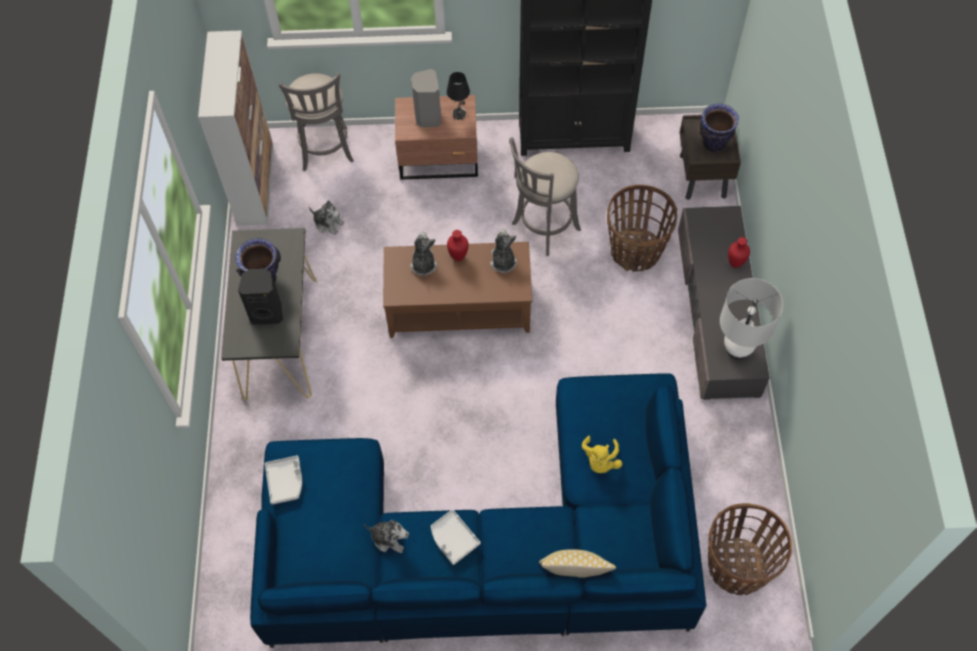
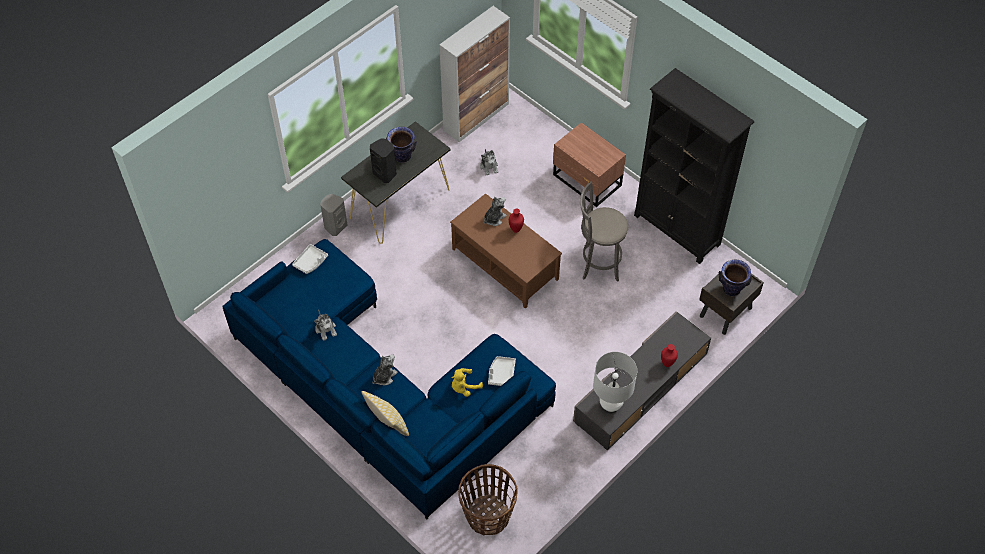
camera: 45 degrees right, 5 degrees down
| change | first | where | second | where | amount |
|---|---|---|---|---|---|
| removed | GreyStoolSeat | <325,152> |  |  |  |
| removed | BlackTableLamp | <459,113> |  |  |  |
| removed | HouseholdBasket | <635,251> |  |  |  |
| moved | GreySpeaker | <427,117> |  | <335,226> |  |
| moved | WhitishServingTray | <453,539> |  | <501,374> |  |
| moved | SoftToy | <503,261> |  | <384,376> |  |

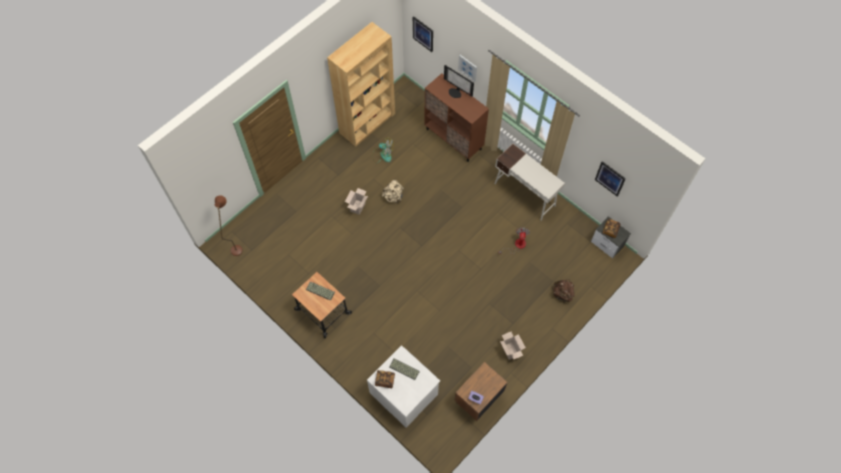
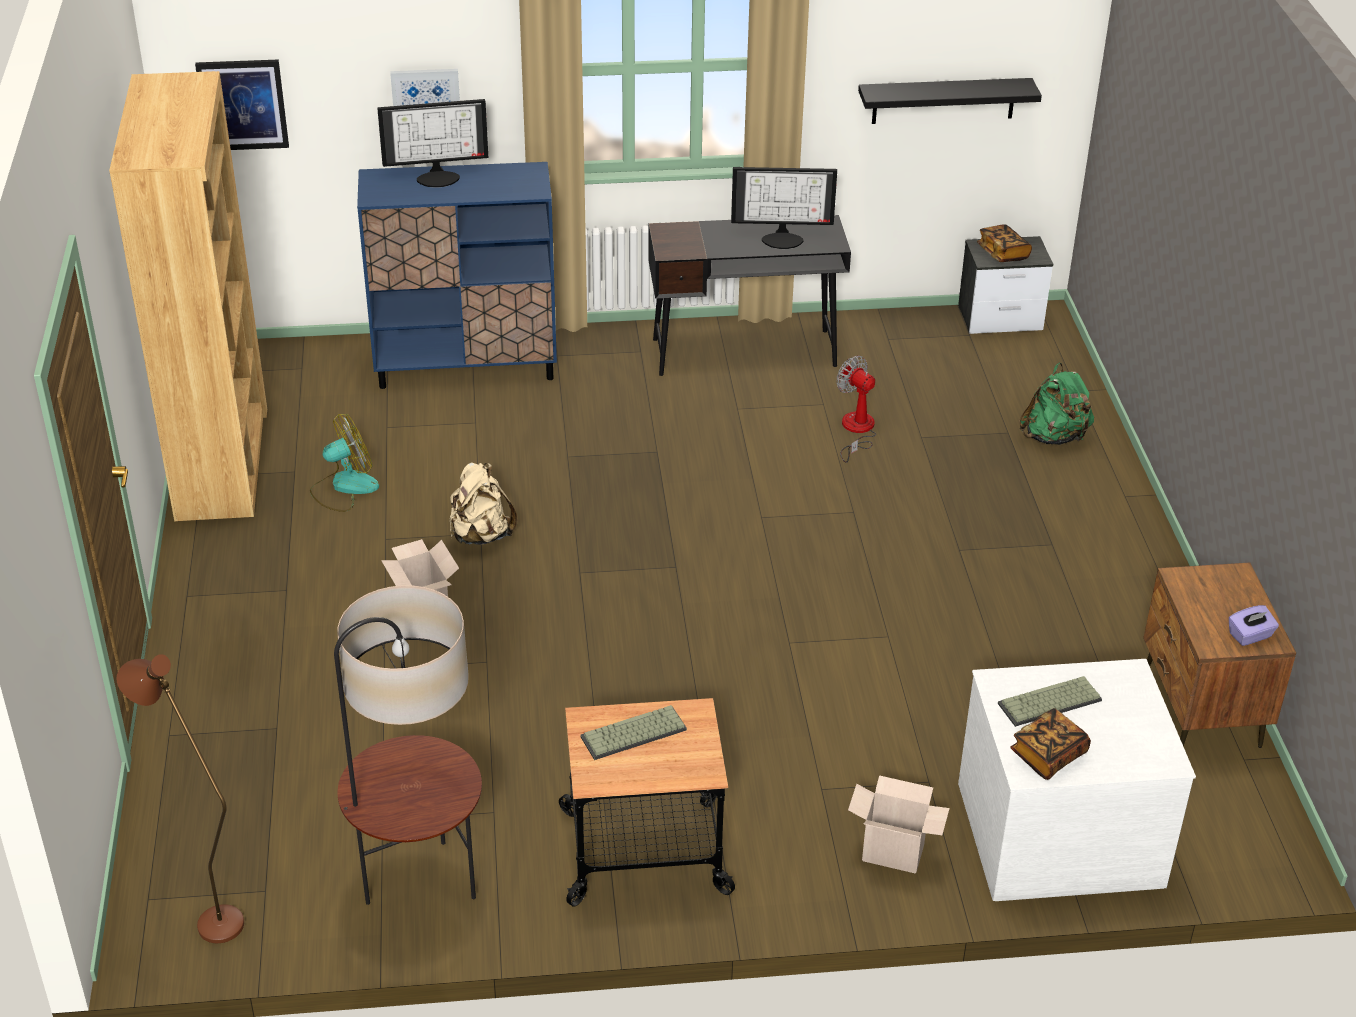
camera: 50 degrees left, 25 degrees down
| change | first | where | second | where | amount |
|---|---|---|---|---|---|
| added |  |  | StandardLamp | <419,884> |  |
| added |  |  | ComputerScreen | <783,238> |  |
| moved | Carton | <511,351> |  | <895,852> |  |
| replaced | WallPicture | <610,178> | BlackBracketShelf | <943,100> |  |
| recoloured | BrownStorageCabinet | <454,139> | BlueColouredStorageCabinet | <467,366> |  |
| recoloured | WhitishDeskUnit | <525,194> | BlackDeskUnit | <745,352> |  |
| recoloured | BrownKnapsack | <562,294> | GreenKnapsack | <1054,437> |  |

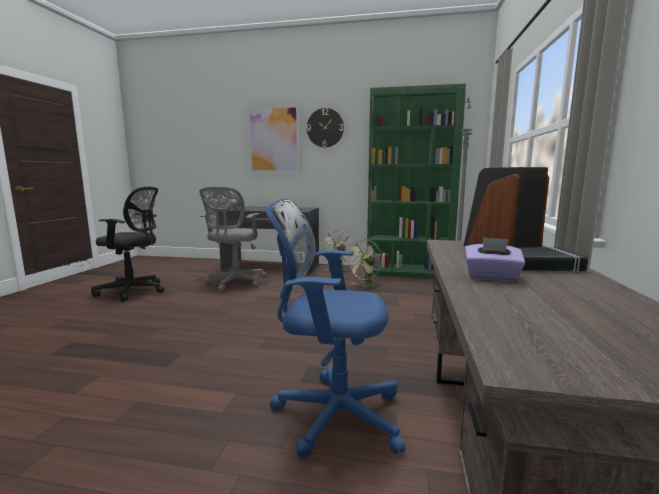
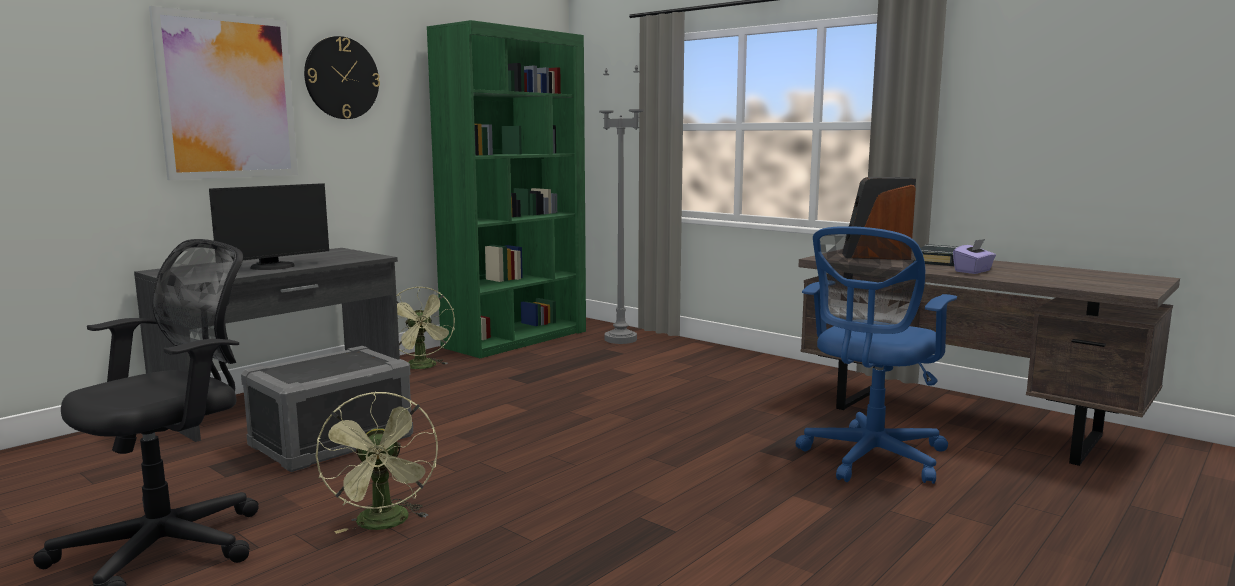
camera: 60 degrees left, 0 degrees up
| change | first | where | second | where | amount |
|---|---|---|---|---|---|
| added |  |  | ComputerScreen | <274,267> |  |
| moved | GreenCoolingFan | <365,286> |  | <385,524> |  |
| replaced | GreyDeskChair | <235,283> | GreyStorageContainer | <332,442> |  |

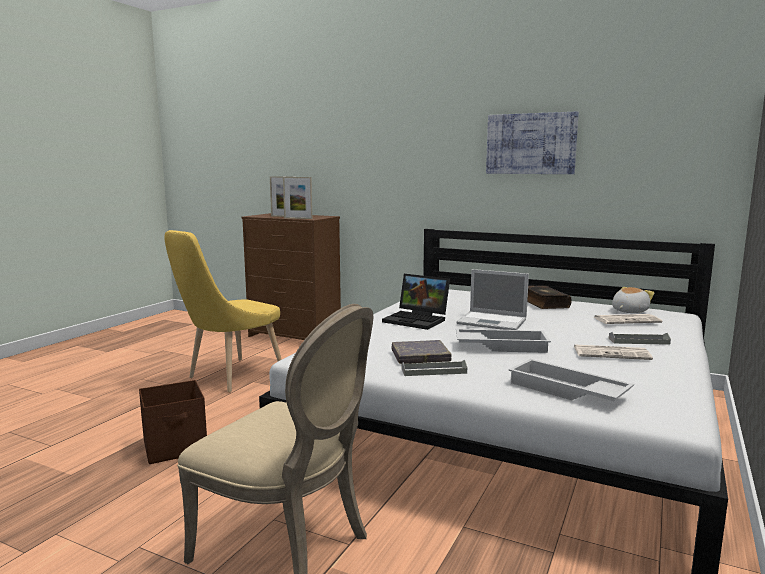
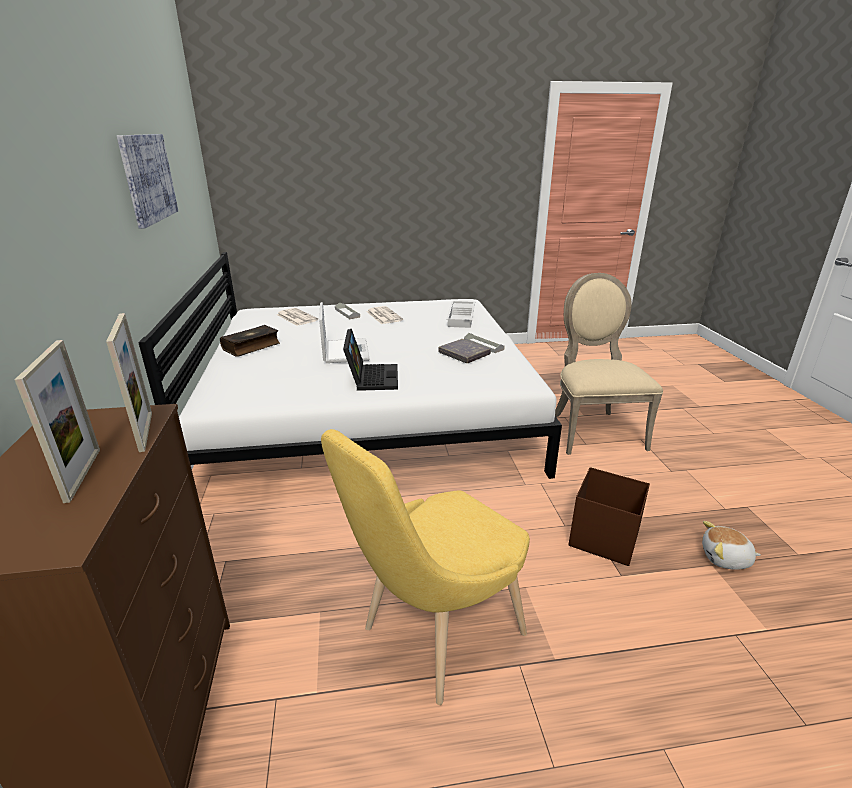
camera: 125 degrees left, 15 degrees up
| change | first | where | second | where | amount |
|---|---|---|---|---|---|
| removed | WhitishServingTray | <501,346> |  |  |  |
| moved | SoftToy | <628,311> |  | <725,559> |  |
| turned | YellowishChair | <230,377> |  | <434,636> | 135 degrees clockwise |

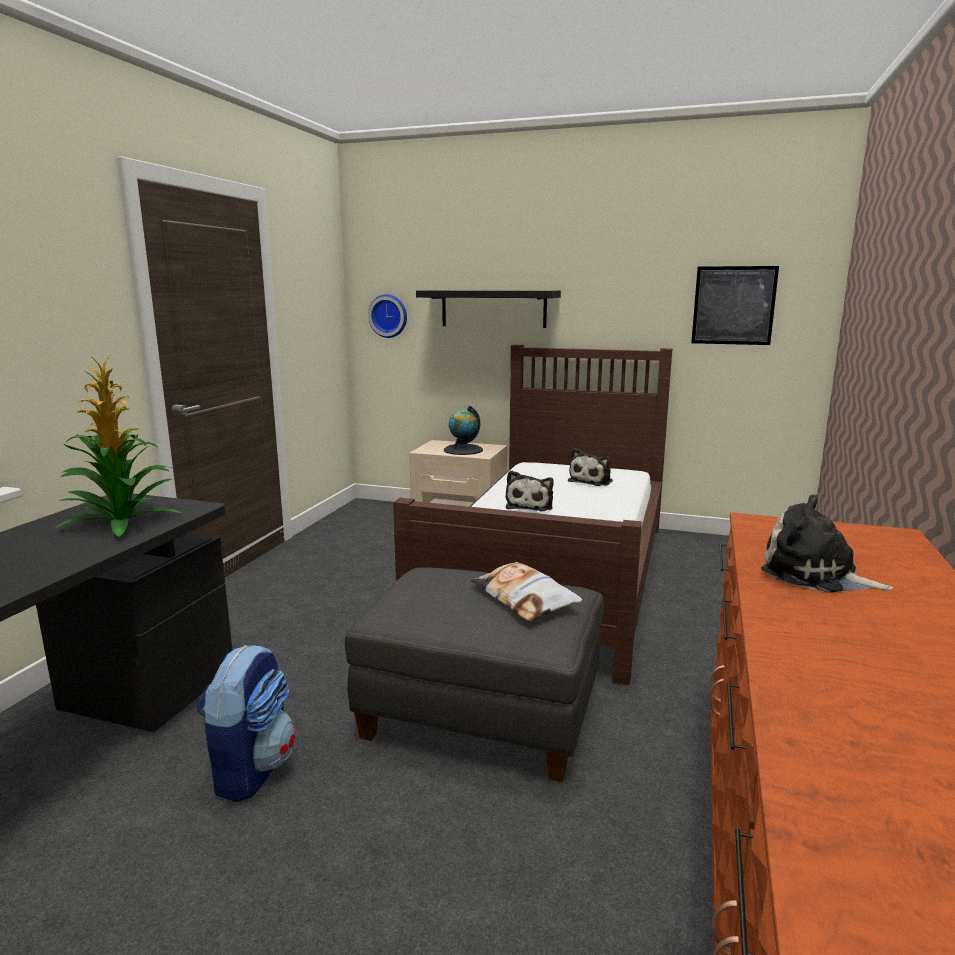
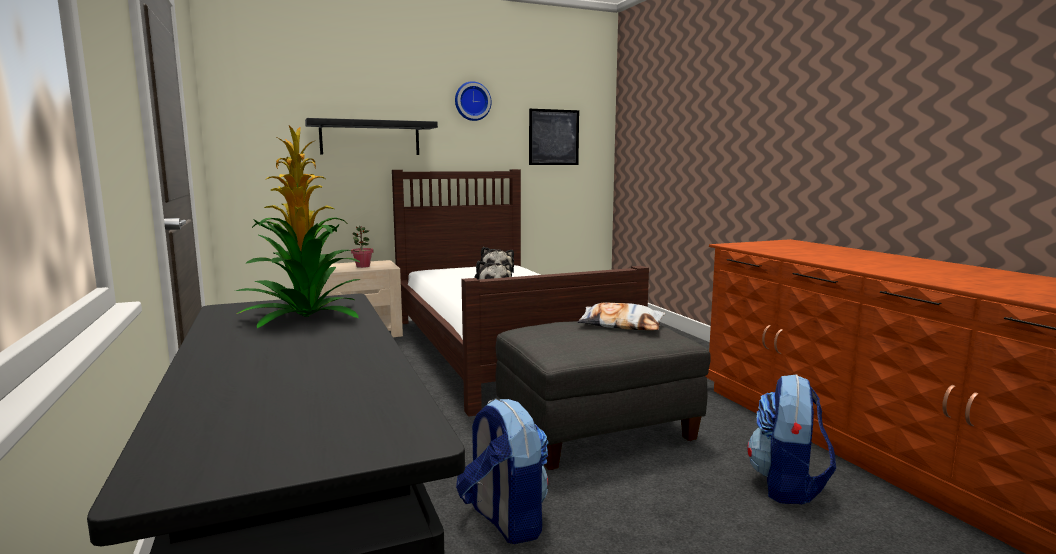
camera: 40 degrees left, 5 degrees down
| change | first | where | second | where | amount |
|---|---|---|---|---|---|
| removed | SoftToy | <815,575> |  |  |  |
| added |  |  | Knapsack | <787,486> |  |
| moved | HangingClock | <389,316> |  | <472,101> |  |
| replaced | Globe | <463,450> | PottedPlant | <363,266> |  |

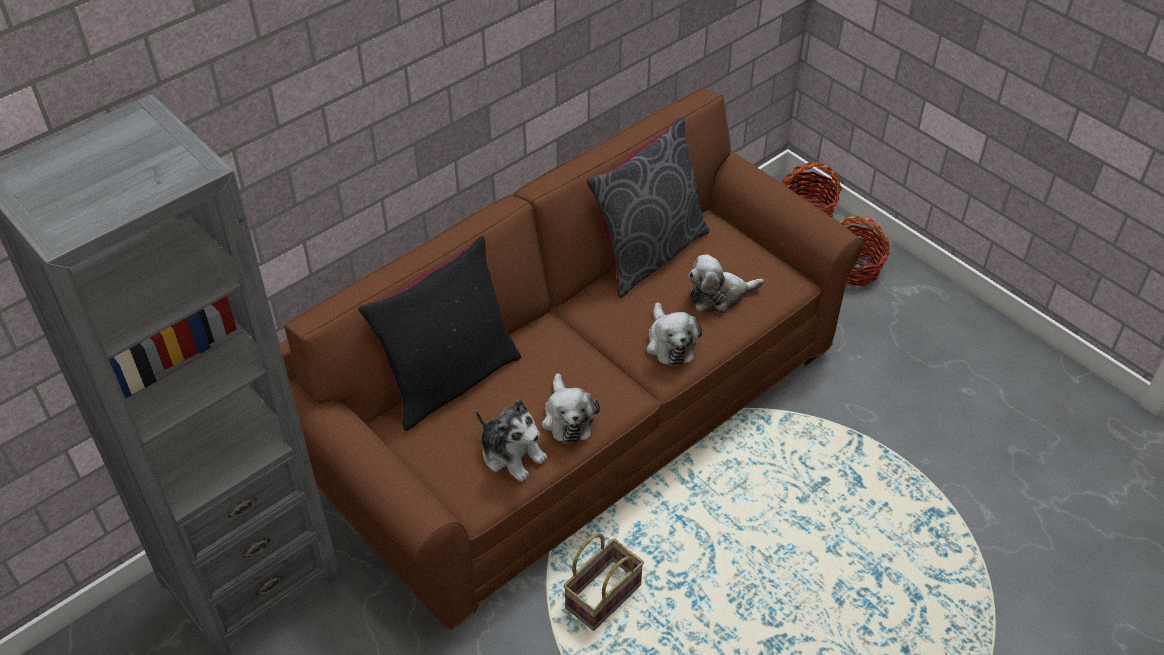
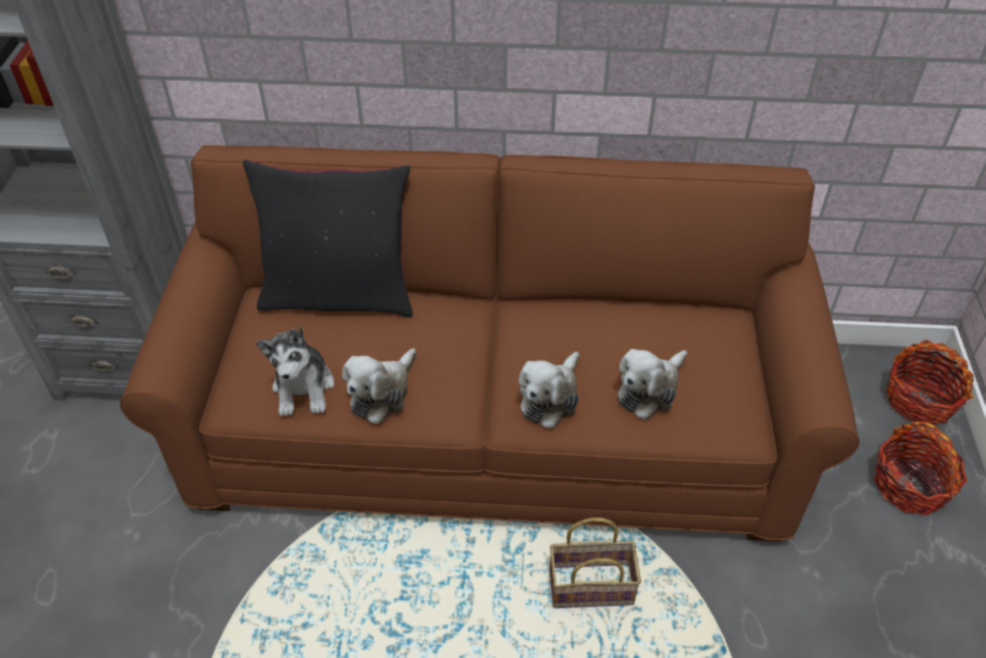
camera: 45 degrees right, 0 degrees up
| change | first | where | second | where | amount |
|---|---|---|---|---|---|
| removed | GreyCushion | <648,253> |  |  |  |
| moved | HouseholdBasket | <603,594> |  | <593,585> |  |
| turned | SoftToy | <719,296> |  | <650,390> | 75 degrees counterclockwise |

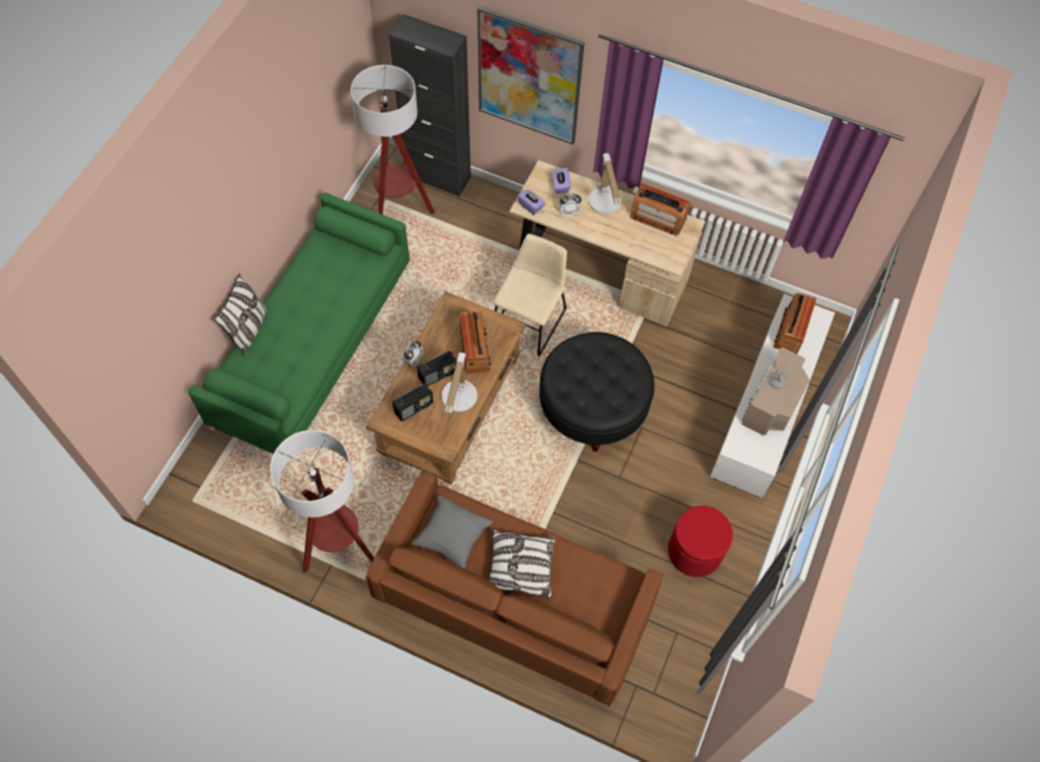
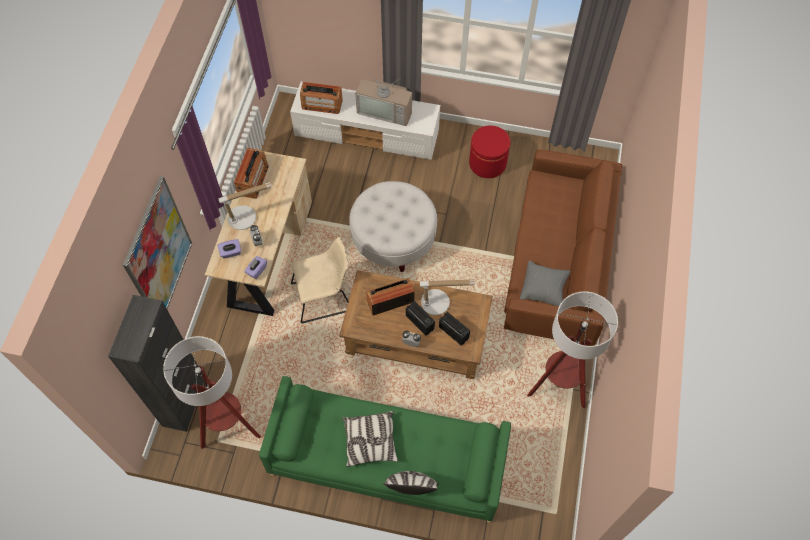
camera: 100 degrees left, 0 degrees up
| change | first | where | second | where | amount |
|---|---|---|---|---|---|
| moved | Cushion | <520,567> |  | <370,442> |  |
| recoloured | BlackFootrest | <593,407> | WhitishFootrest | <393,239> |  |
| turned | SandColouredChair | <529,319> |  | <324,296> | 150 degrees clockwise |

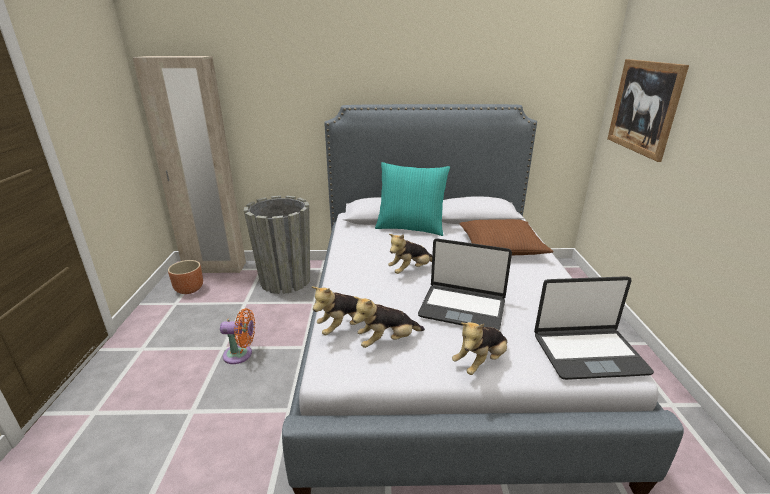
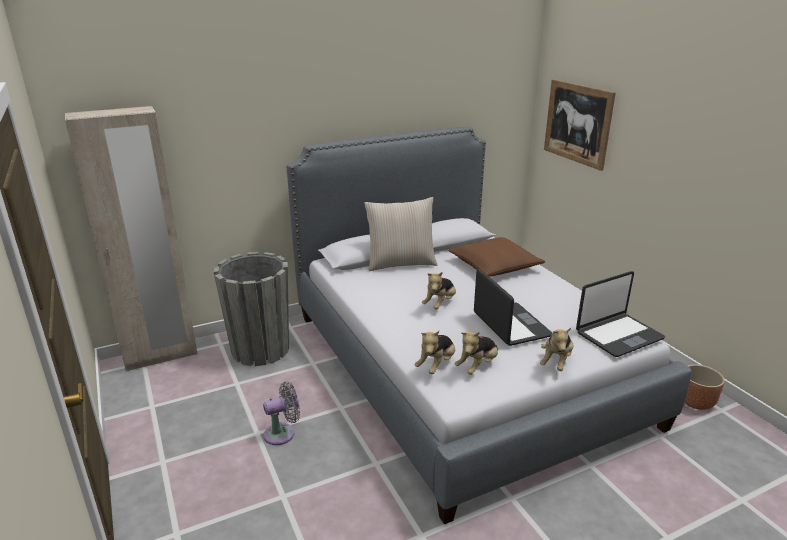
camera: 25 degrees left, 0 degrees up
| change | first | where | second | where | amount |
|---|---|---|---|---|---|
| moved | BrownPlanter | <189,289> |  | <696,402> |  |
| recoloured | OrangeColouredCoolingFan | <241,354> | GreyCoolingFan | <282,433> |  |
| recoloured | TurquoiseCushion | <410,228> | SandColouredCushion | <400,263> |  |
| turned | PortableComputer | <462,308> |  | <510,325> | 105 degrees counterclockwise |

